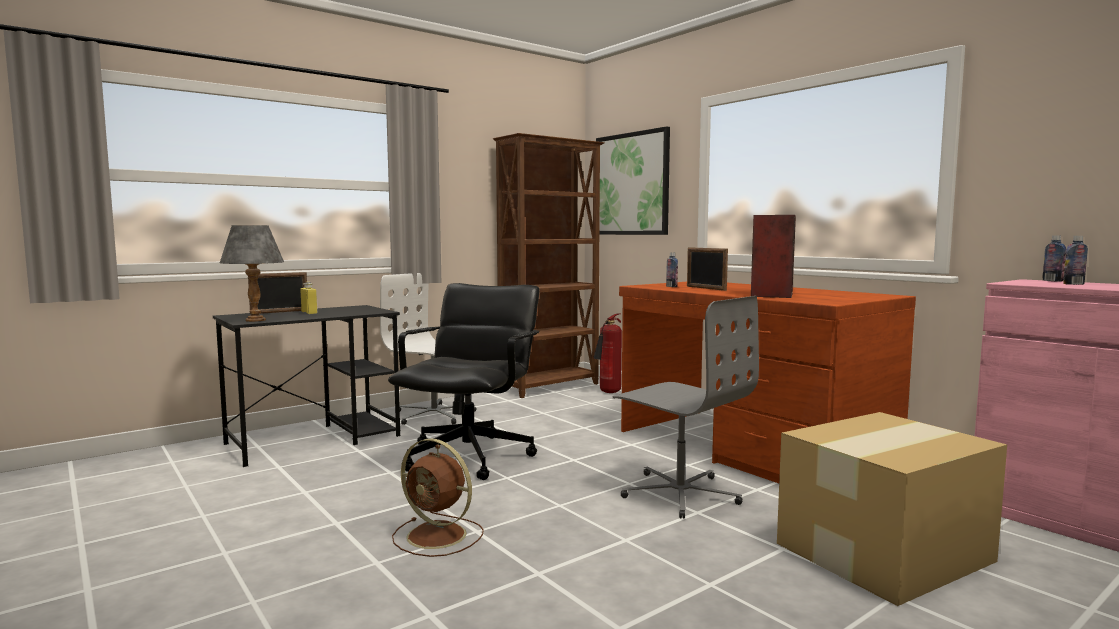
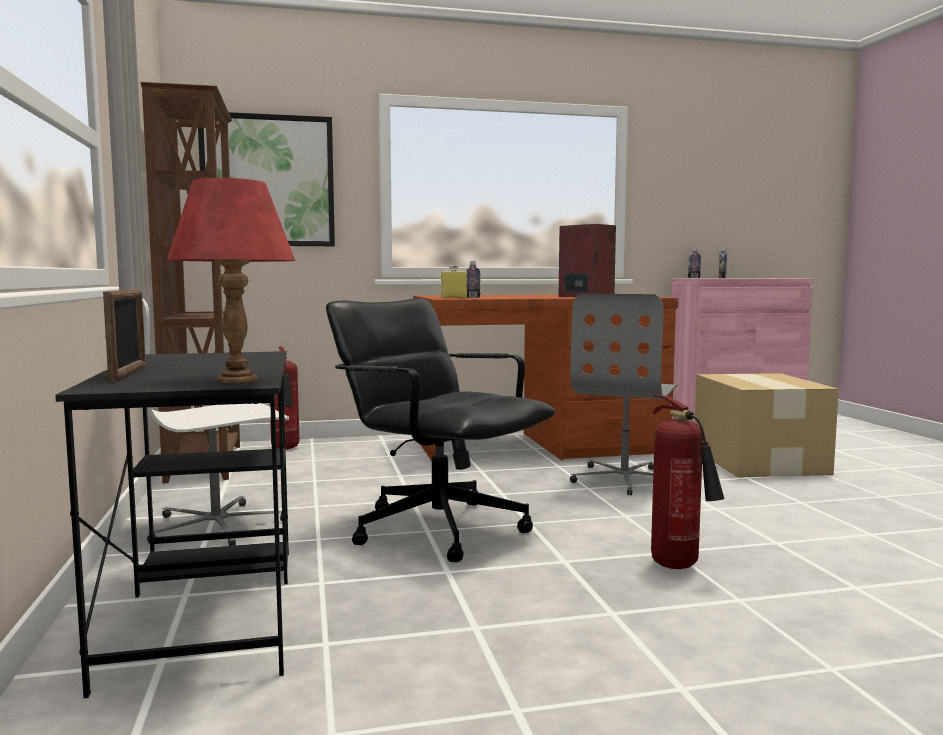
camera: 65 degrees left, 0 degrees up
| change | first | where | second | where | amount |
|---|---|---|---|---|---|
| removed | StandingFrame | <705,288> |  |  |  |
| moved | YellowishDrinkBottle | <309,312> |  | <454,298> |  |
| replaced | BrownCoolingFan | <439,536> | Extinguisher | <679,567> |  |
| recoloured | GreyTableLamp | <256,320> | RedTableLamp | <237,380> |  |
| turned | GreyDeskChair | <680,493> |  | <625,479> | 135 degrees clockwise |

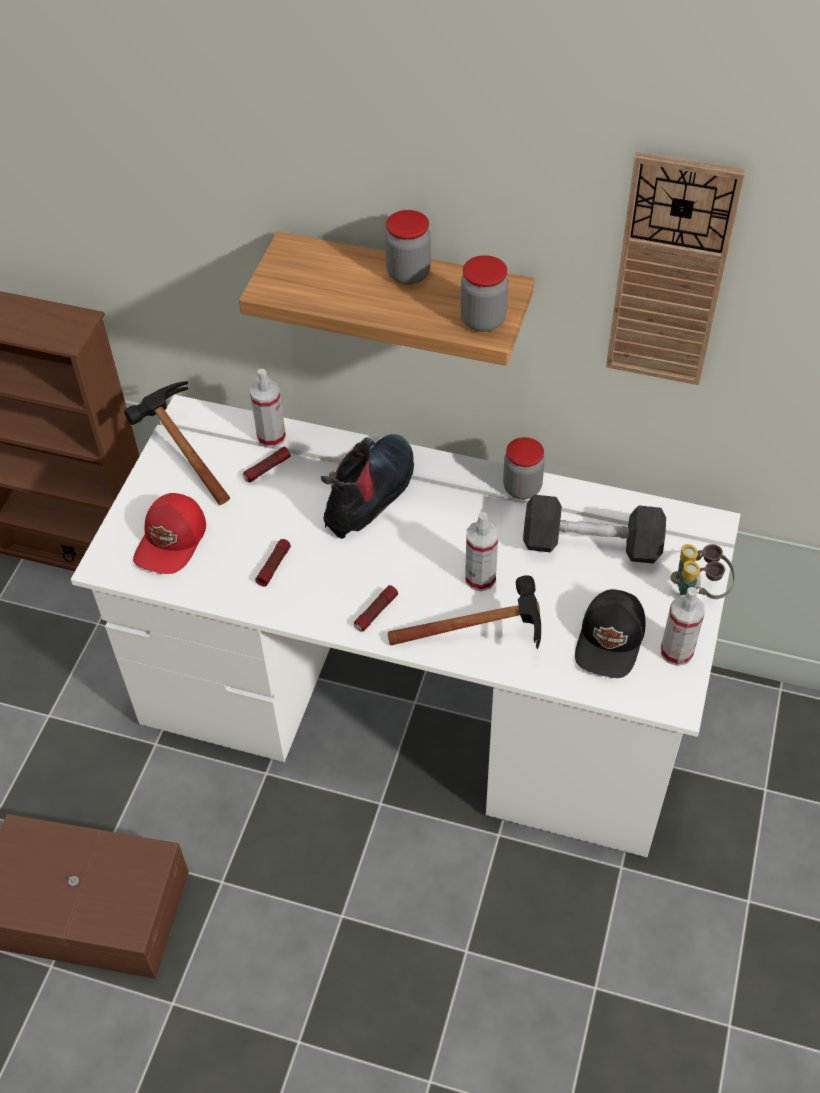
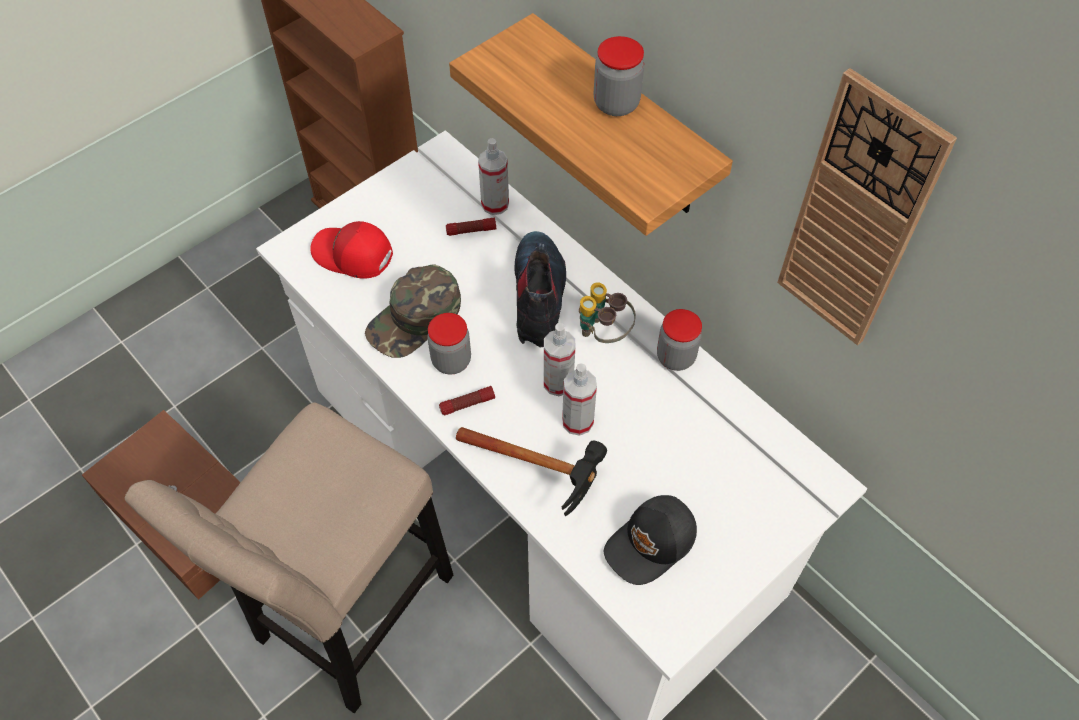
camera: 30 degrees right, 5 degrees up
| change | first | where | second | where | amount |
|---|---|---|---|---|---|
| removed | ToolHammer | <179,452> |  |  |  |
| removed | GreyDumbbell | <591,545> |  |  |  |
| added |  |  | SandColouredStoolSeat | <349,618> |  |
| moved | StorageJar | <483,320> |  | <451,361> |  |
| moved | HandSprayer | <676,652> |  | <558,383> |  |
| moved | FieldGlasses | <698,592> |  | <603,333> |  |
| replaced | HandTorch | <274,566> | GreenBaseballCap | <415,318> |  |
| turned | RedBaseballCap | <172,541> |  | <353,256> | 60 degrees clockwise |
| turned | HighTopBoot | <370,495> |  | <539,296> | 60 degrees counterclockwise |

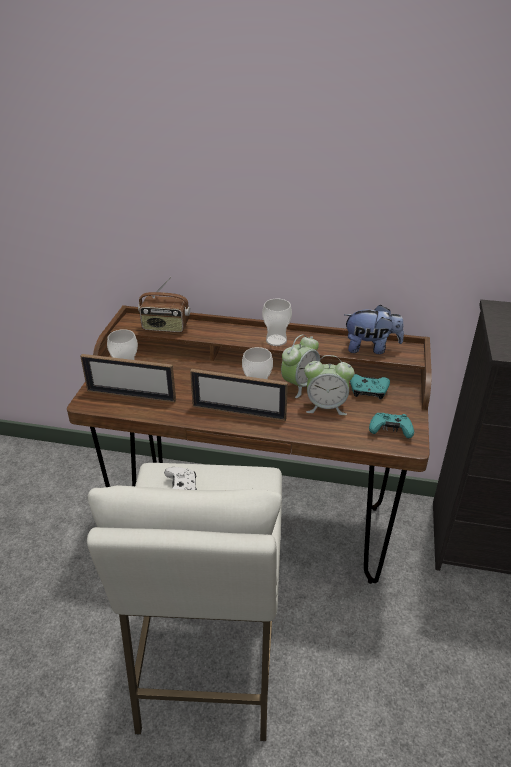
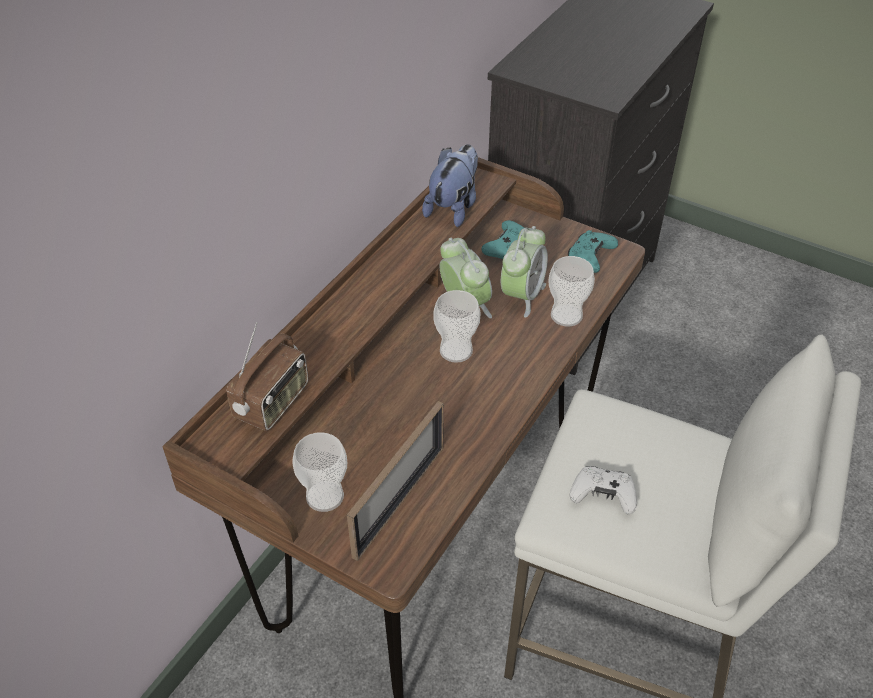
camera: 70 degrees left, 10 degrees up
| change | first | where | second | where | amount |
|---|---|---|---|---|---|
| removed | StandingFrame | <239,412> |  |  |  |
| moved | Cup | <276,340> |  | <566,315> |  |

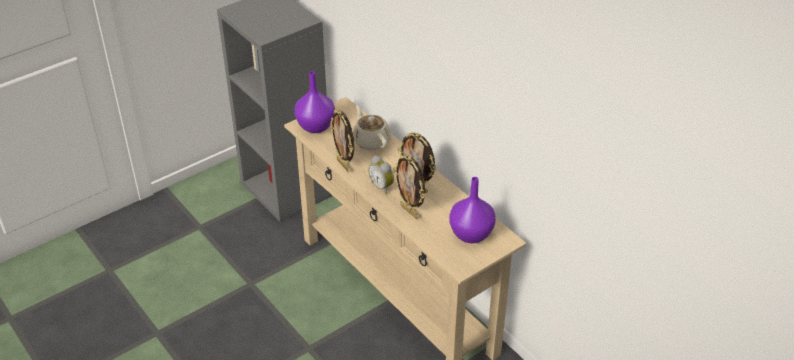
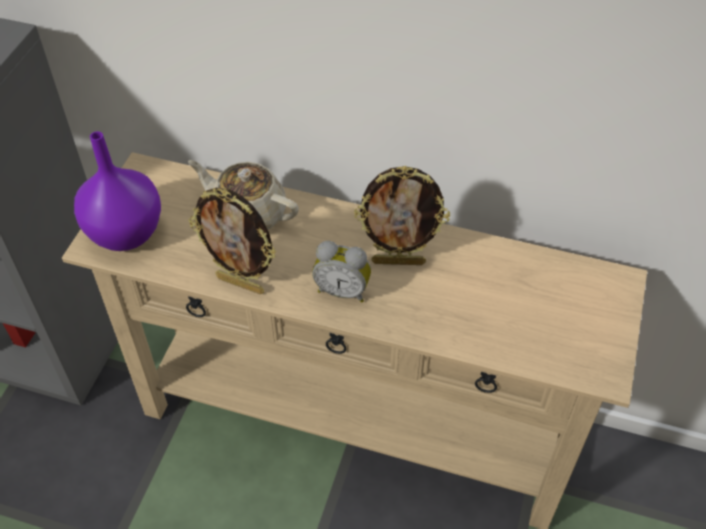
camera: 35 degrees left, 10 degrees up
| change | first | where | second | where | amount |
|---|---|---|---|---|---|
| removed | StandingFrame | <410,211> |  |  |  |
| removed | PurplishFlowerVase | <472,234> |  |  |  |

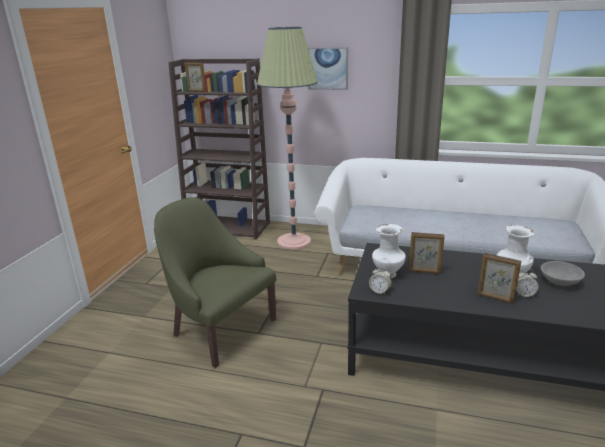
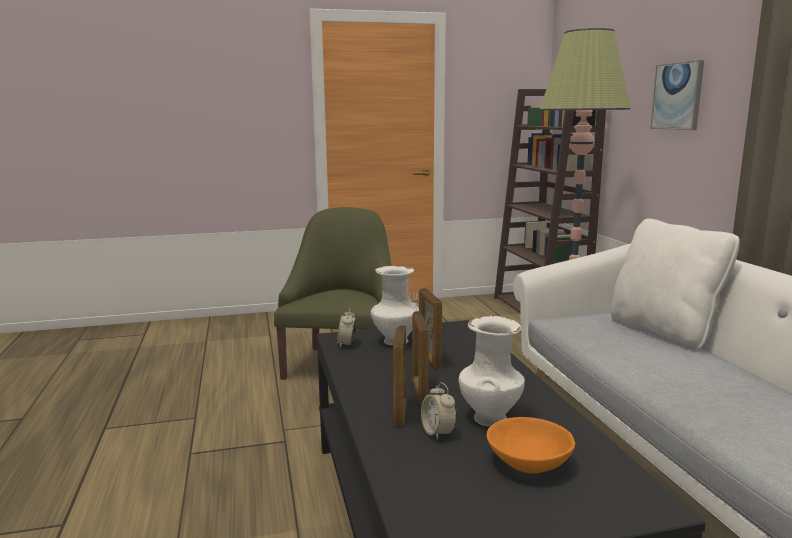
camera: 60 degrees right, 10 degrees down
| change | first | where | second | where | amount |
|---|---|---|---|---|---|
| added |  |  | WhitishCushion | <664,331> |  |
| moved | StandingFrame | <196,91> |  | <419,392> |  |
| recoloured | GreyServingBowl | <560,282> | OrangeColouredServingBowl | <528,464> |  |

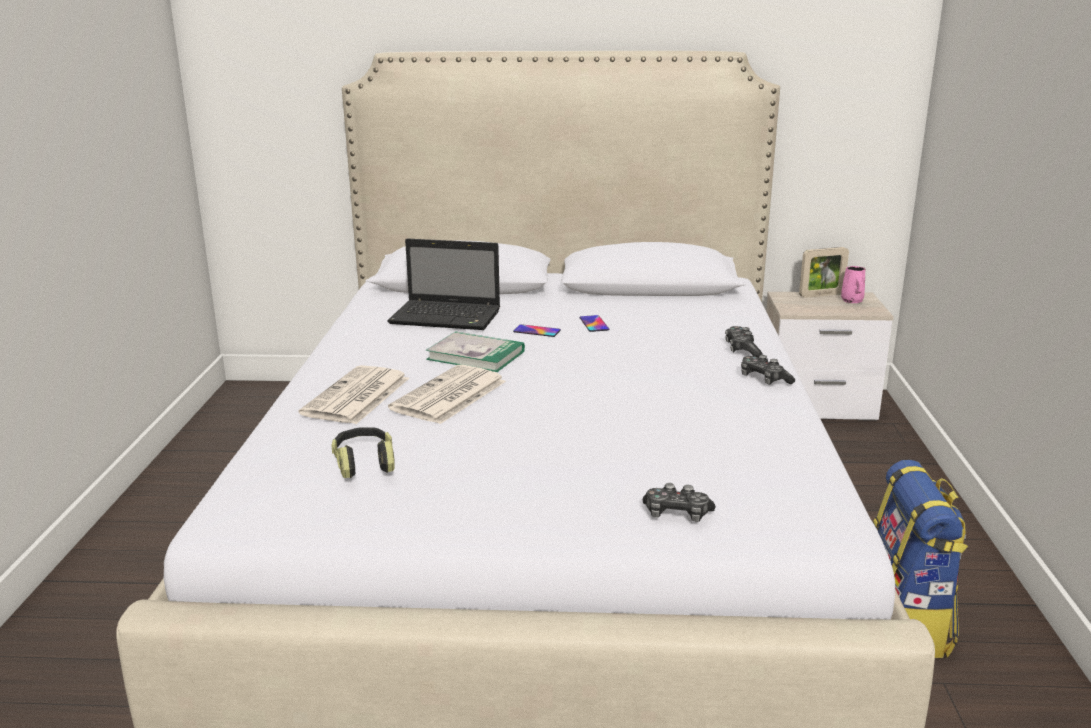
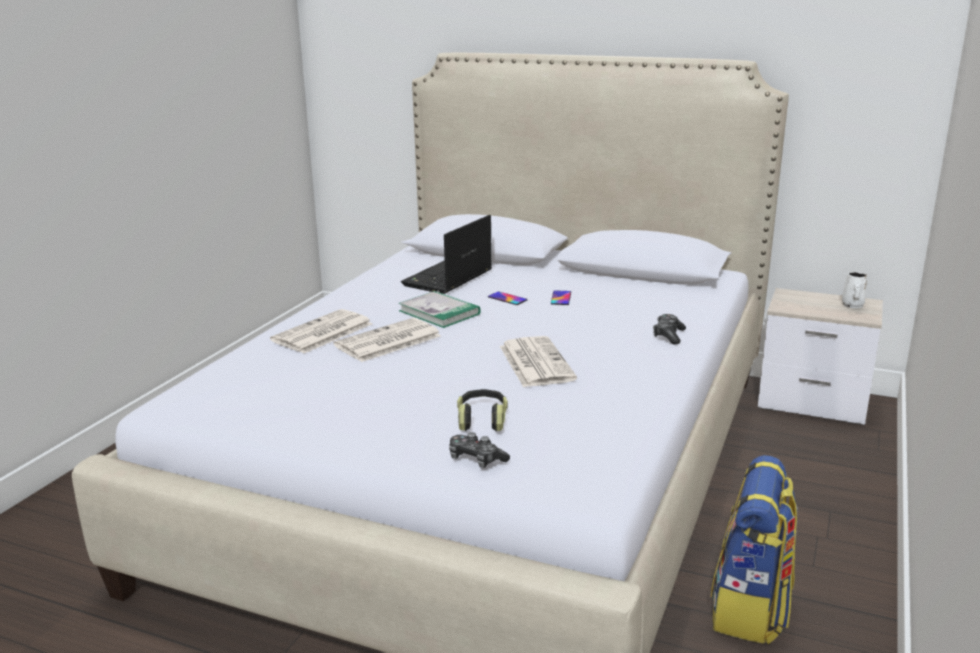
camera: 20 degrees right, 0 degrees up
| change | first | where | second | where | amount |
|---|---|---|---|---|---|
| removed | Gamepad | <764,379> |  |  |  |
| removed | StandingFrame | <821,295> |  |  |  |
| added |  |  | Newspaper | <535,362> |  |
| moved | Headphones | <364,463> |  | <482,420> |  |
| recoloured | PinkishCoffeeMug | <852,301> | WhitishCoffeeMug | <852,306> |  |
| turned | PortableComputer | <448,317> |  | <447,279> | 90 degrees clockwise |

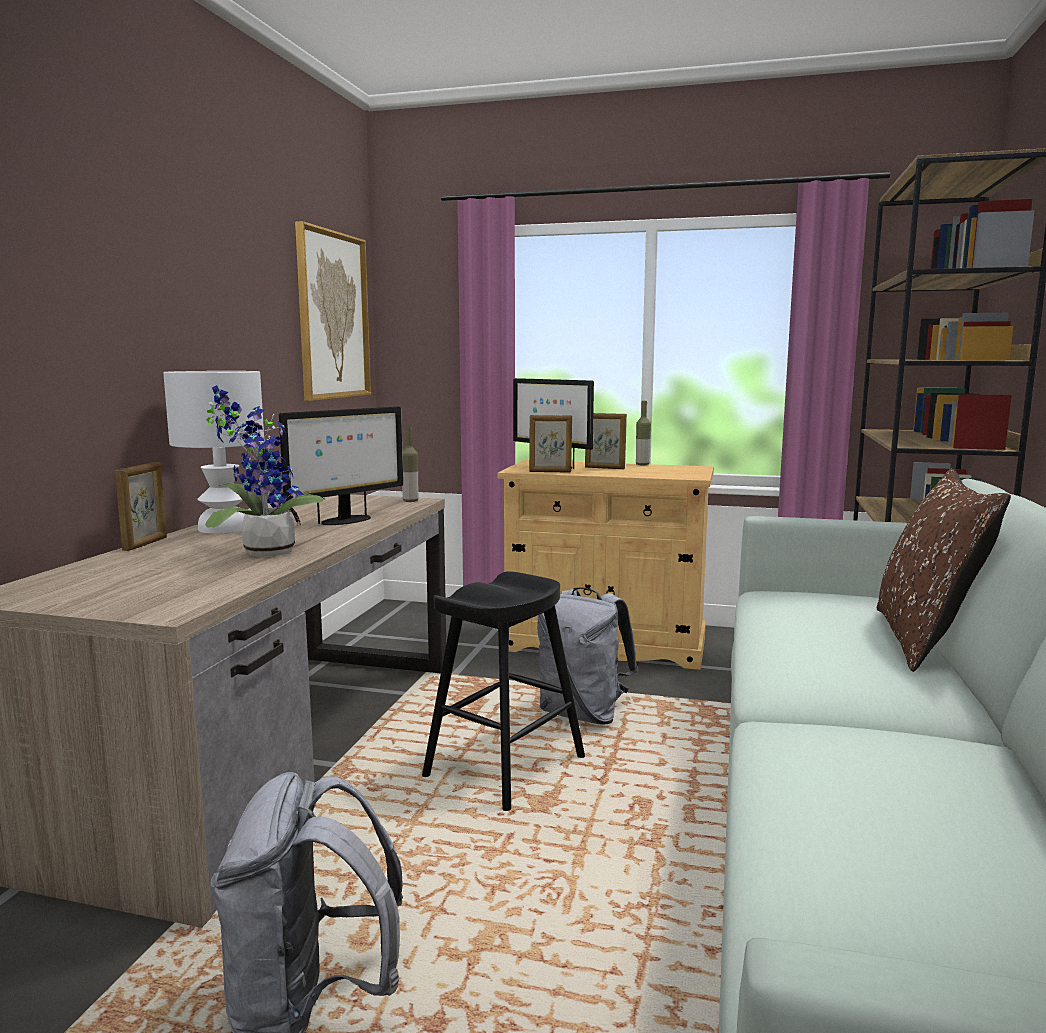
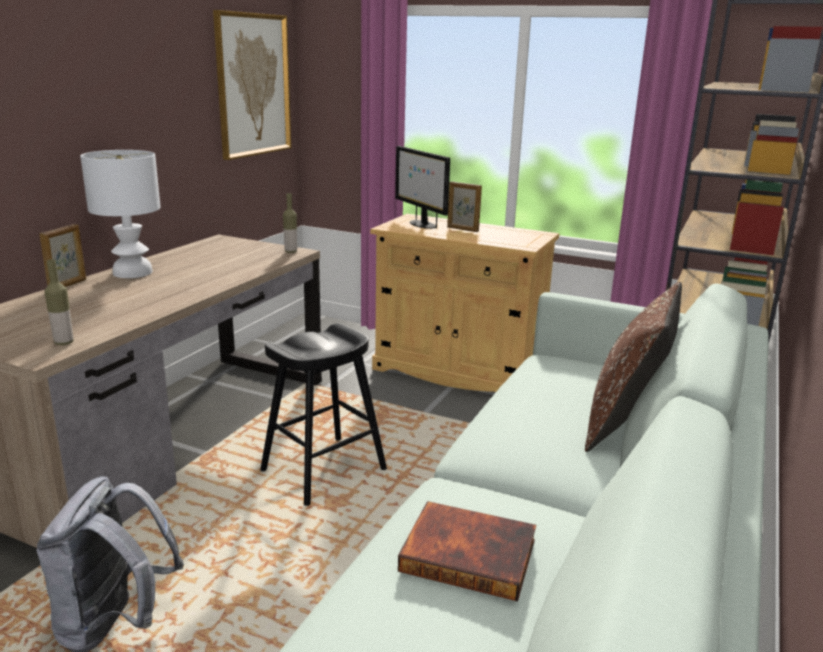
camera: 10 degrees right, 10 degrees up
| change | first | where | second | where | amount |
|---|---|---|---|---|---|
| removed | PottedPlant | <263,552> |  |  |  |
| removed | ComputerScreen | <345,521> |  |  |  |
| removed | StandingFrame | <550,472> |  |  |  |
| removed | GreyKnapsack | <583,714> |  |  |  |
| added |  |  | Volume | <470,554> |  |
| moved | DrinkBottle | <642,464> |  | <64,343> |  |

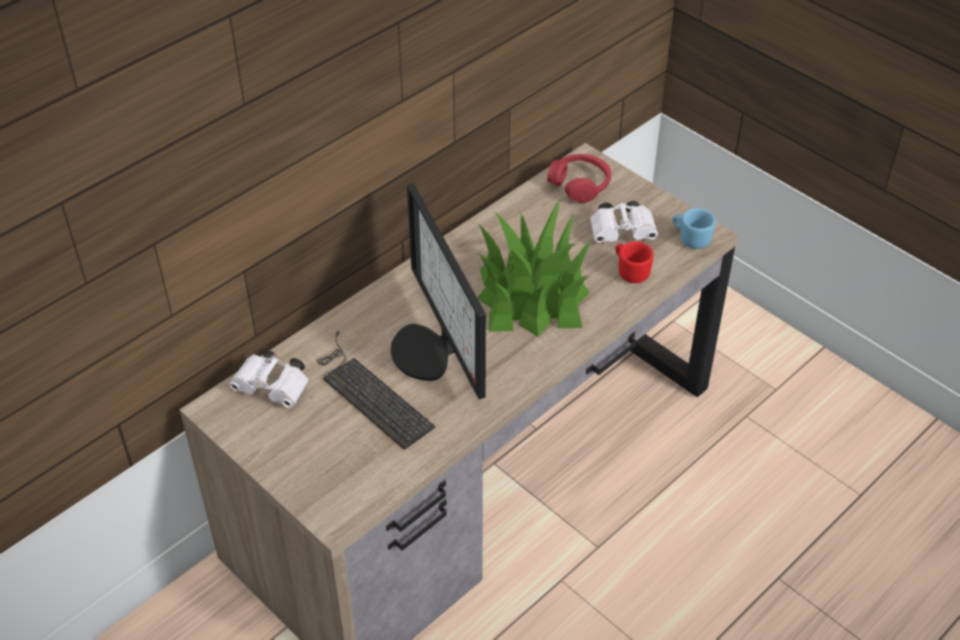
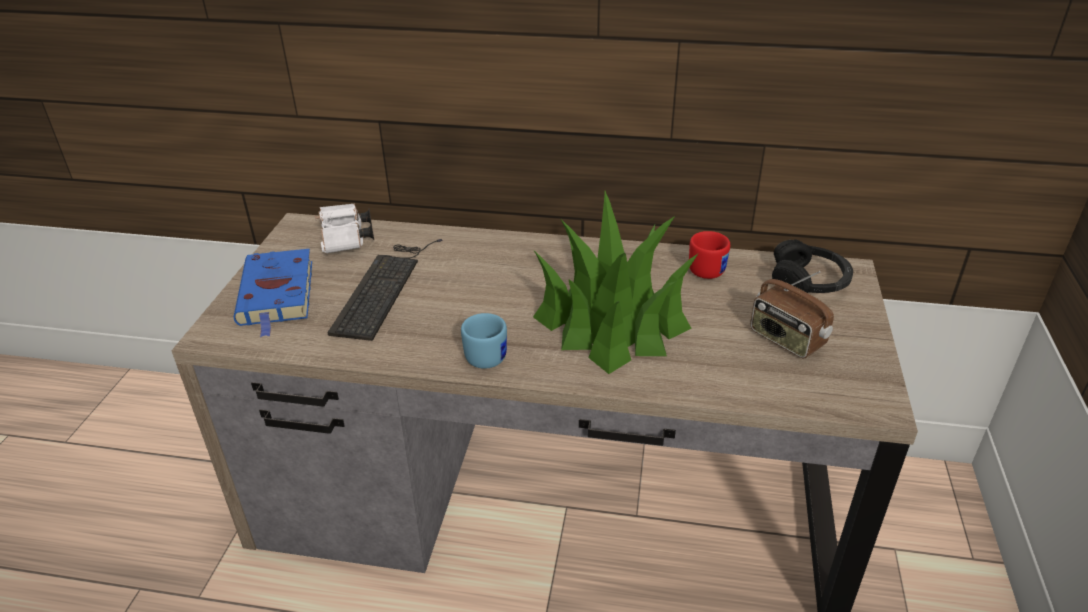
camera: 55 degrees right, 10 degrees down
| change | first | where | second | where | amount |
|---|---|---|---|---|---|
| removed | ComputerScreen | <429,351> |  |  |  |
| added |  |  | BlueColouredVolume | <277,295> |  |
| moved | RedCoffeeMug | <630,271> |  | <708,268> |  |
| moved | BlueColouredCoffeeMug | <690,238> |  | <487,354> |  |
| replaced | WhitishFieldGlasses | <623,232> | Radio | <786,340> |  |
| recoloured | RedHeadphones | <580,184> | BlackHeadphones | <809,282> |  |

